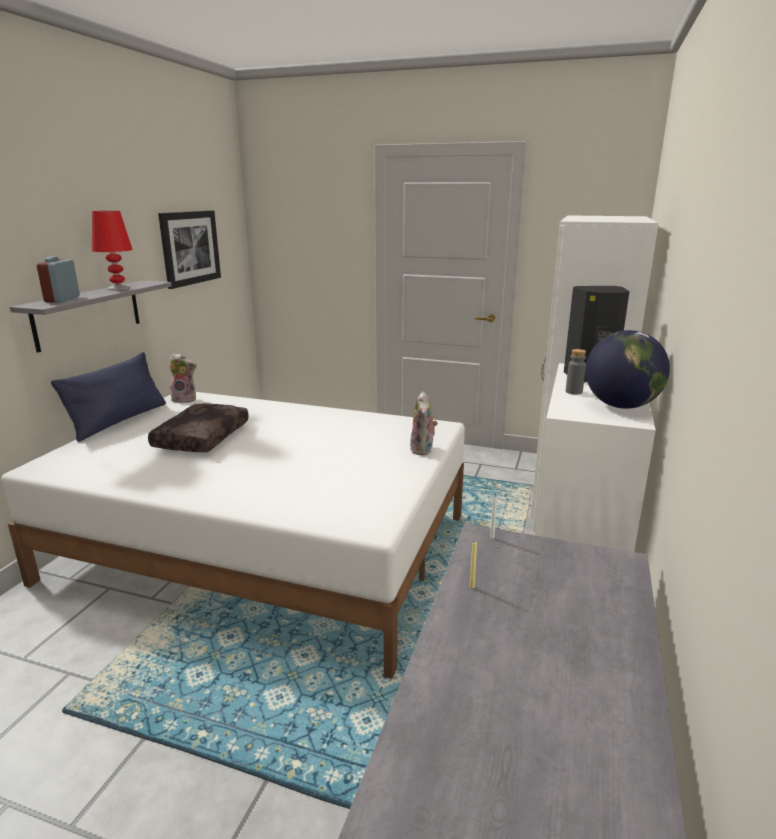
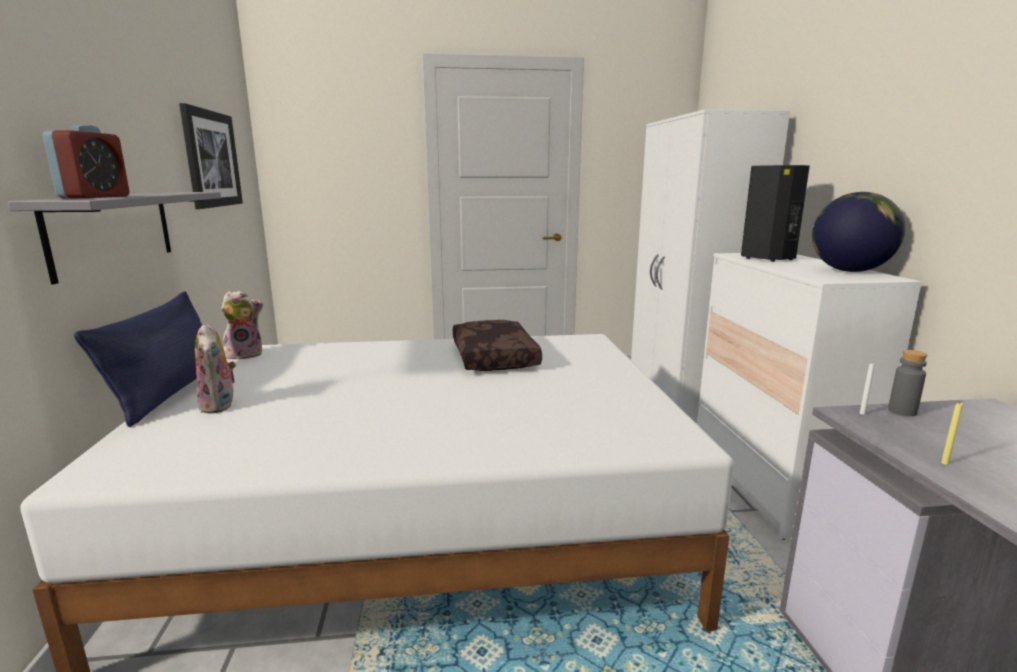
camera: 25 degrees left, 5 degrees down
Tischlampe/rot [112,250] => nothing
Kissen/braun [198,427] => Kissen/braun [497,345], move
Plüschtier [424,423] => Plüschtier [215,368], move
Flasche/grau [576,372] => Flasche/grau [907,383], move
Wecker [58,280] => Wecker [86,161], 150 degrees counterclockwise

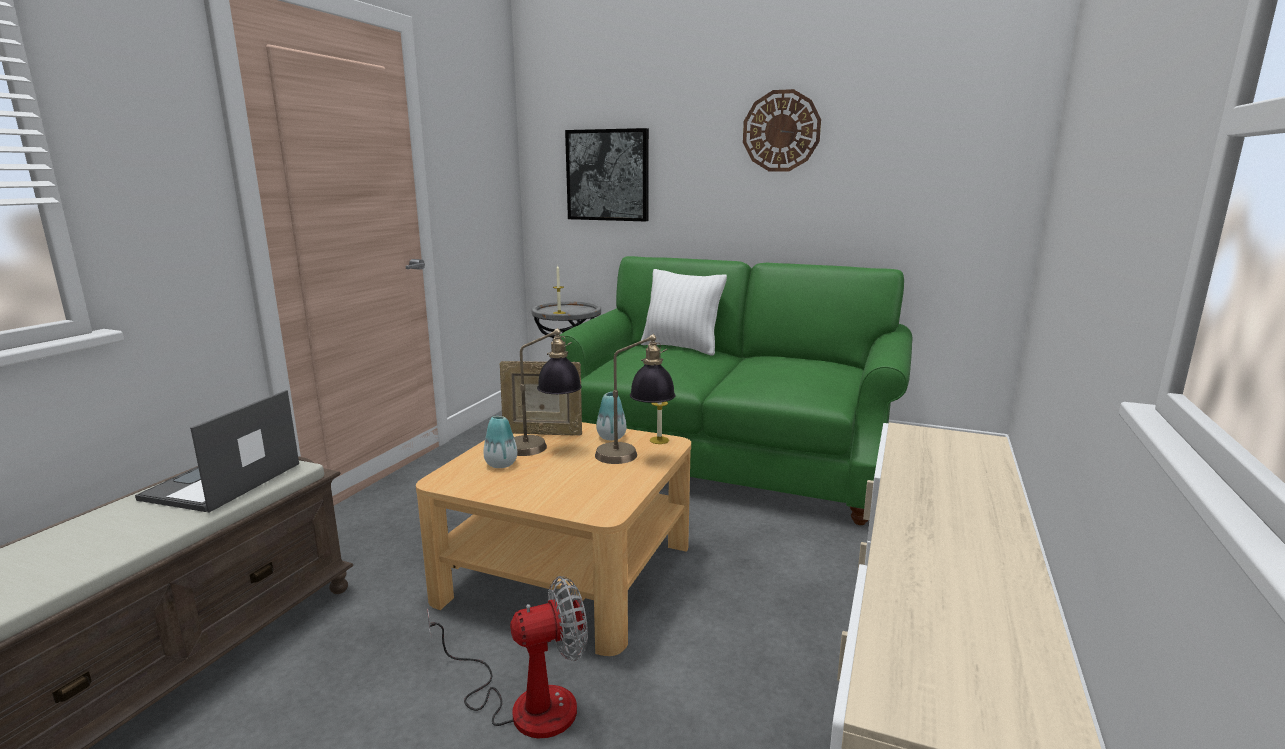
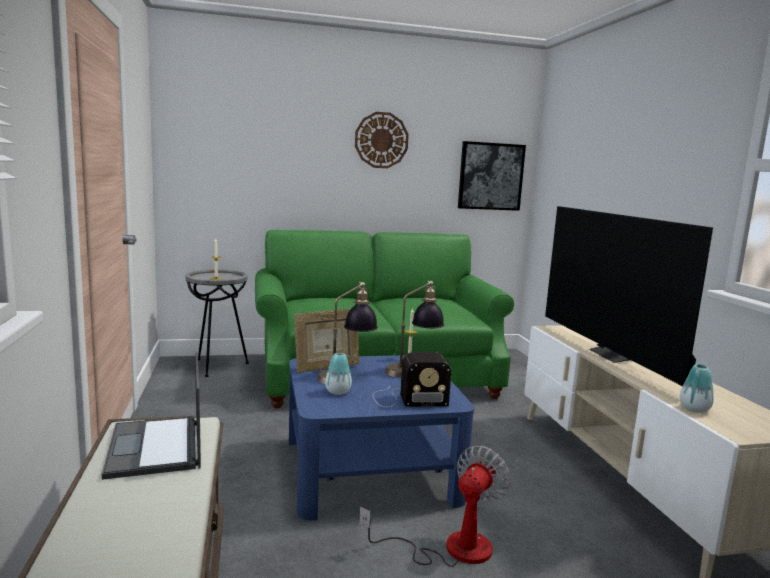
camera: 35 degrees left, 5 degrees down
Kissen/weiß [684,312] => nothing
nothing => Radio [412,379]
nothing => Fernseher [629,296]
Bild [607,174] => Bild [492,176], move
Vase [611,416] => Vase [697,388], move
Couchtisch/beige [553,539] => Couchtisch/blau [381,437]

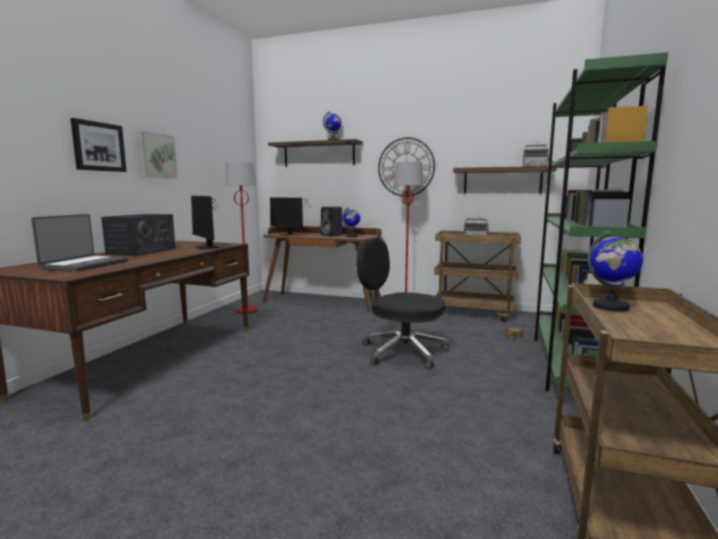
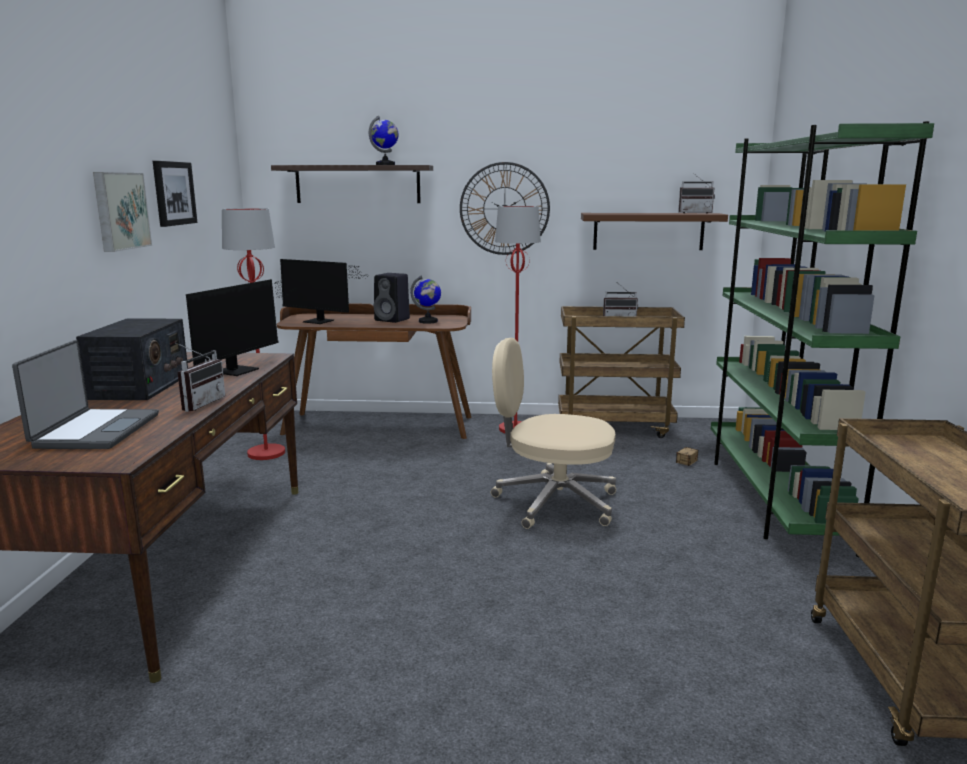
camera: 15 degrees left, 5 degrees up
Globus [615,271] => nothing
nothing => Radio [200,377]
Bild [99,145] => Bild [175,194], move
Bürostuhl/schwarz [402,303] => Bürostuhl/beige [553,433]
Monitor [205,222] => Monitor [240,327], 105 degrees counterclockwise

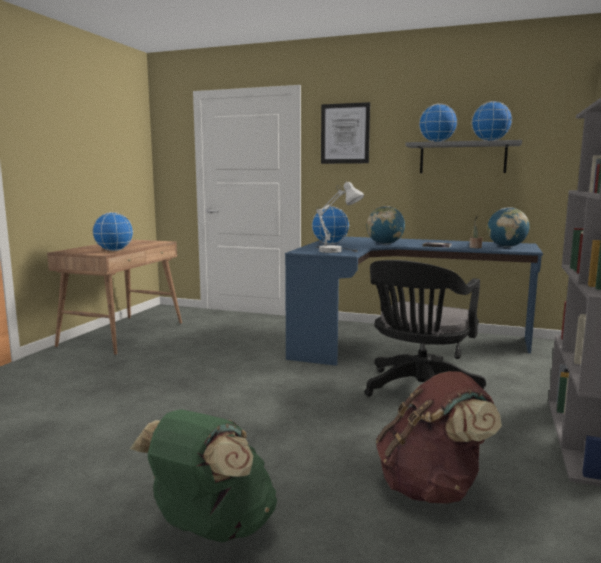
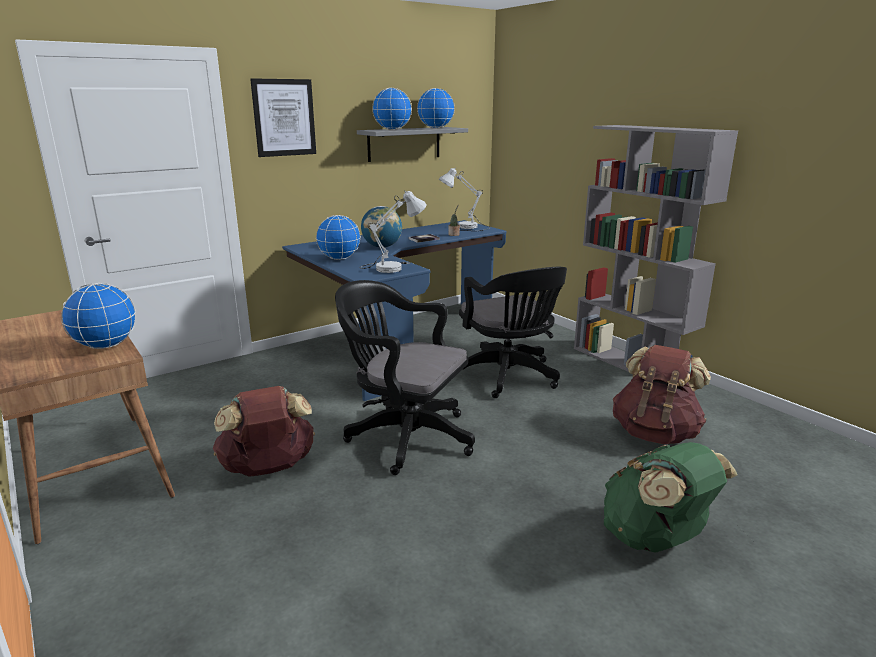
camera: 55 degrees left, 10 degrees up
nothing => Rucksack/braun [264,431]
nothing => Bürostuhl/schwarz [405,377]
Globus [508,227] => Tischlampe/weiß [465,199]

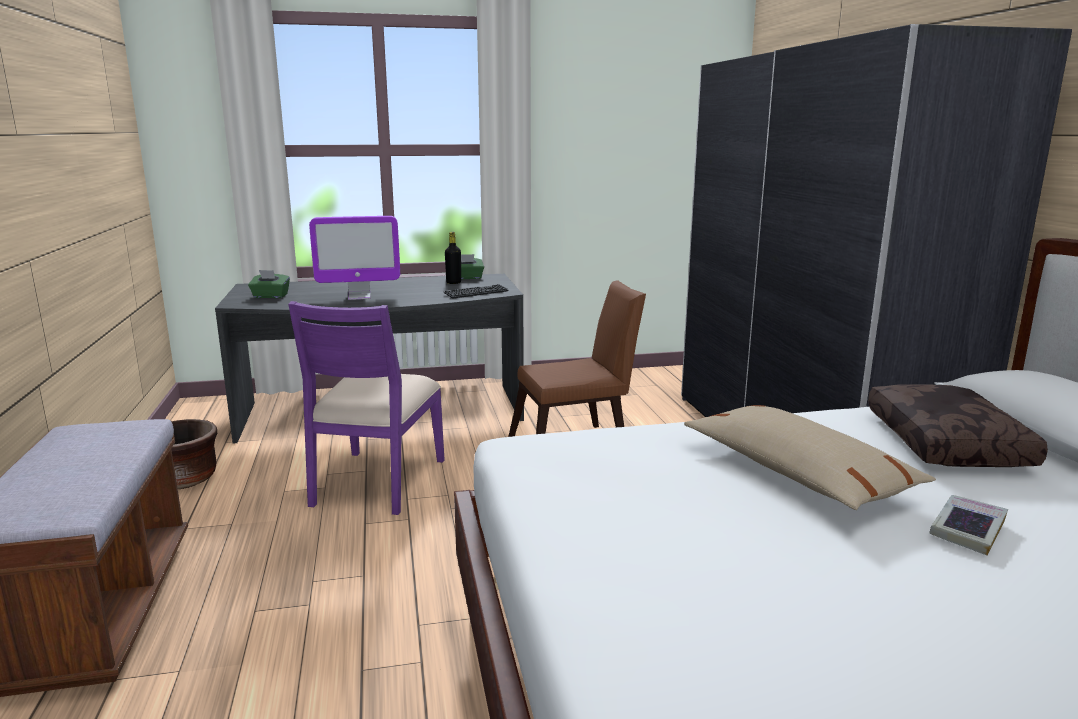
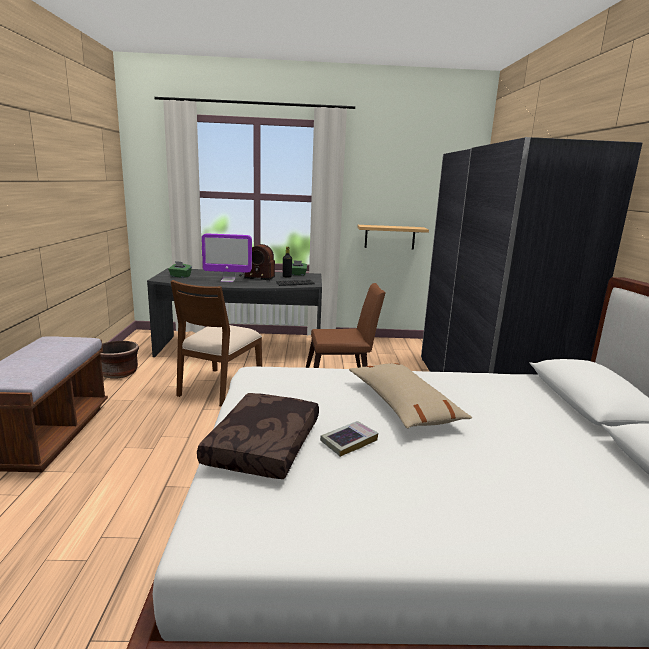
camera: 10 degrees right, 0 degrees up
nothing => Radio [257,262]
nothing => Wandregal [393,237]
Kissen/braun [958,425] => Kissen/braun [258,436], move
Buch [968,525] => Buch [349,439], move
Stuhl/lila [366,408] => Stuhl/braun [216,343]

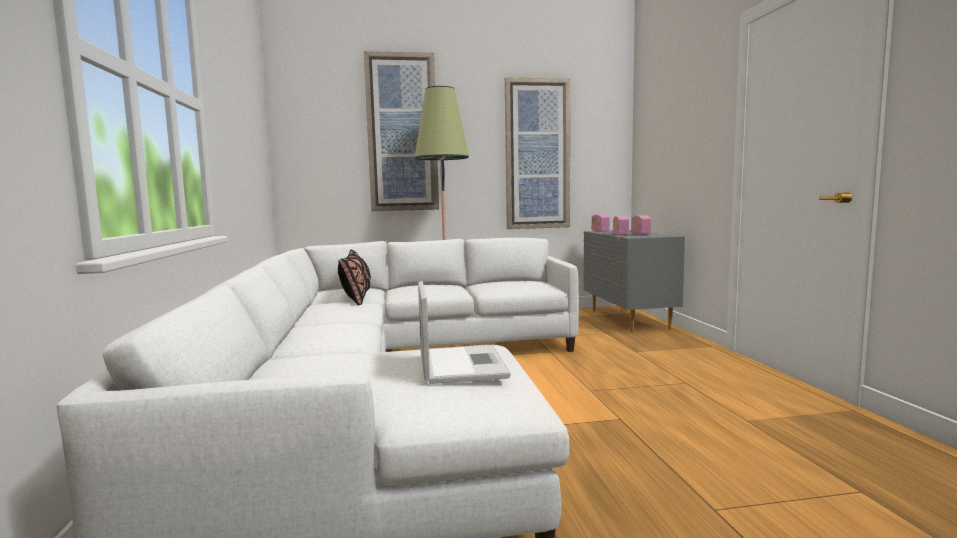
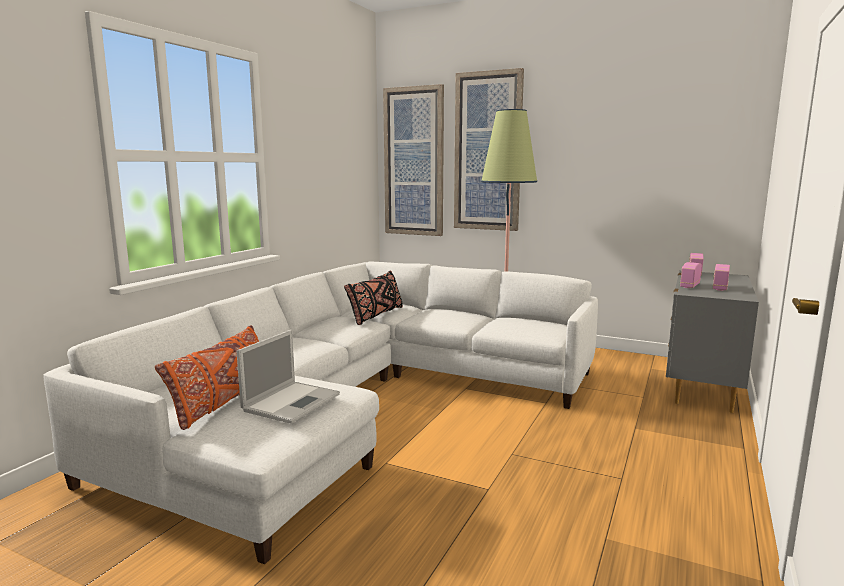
camera: 35 degrees right, 5 degrees up
nothing => Kissen/orange [207,377]
Bild [537,153] => Bild [413,160], move

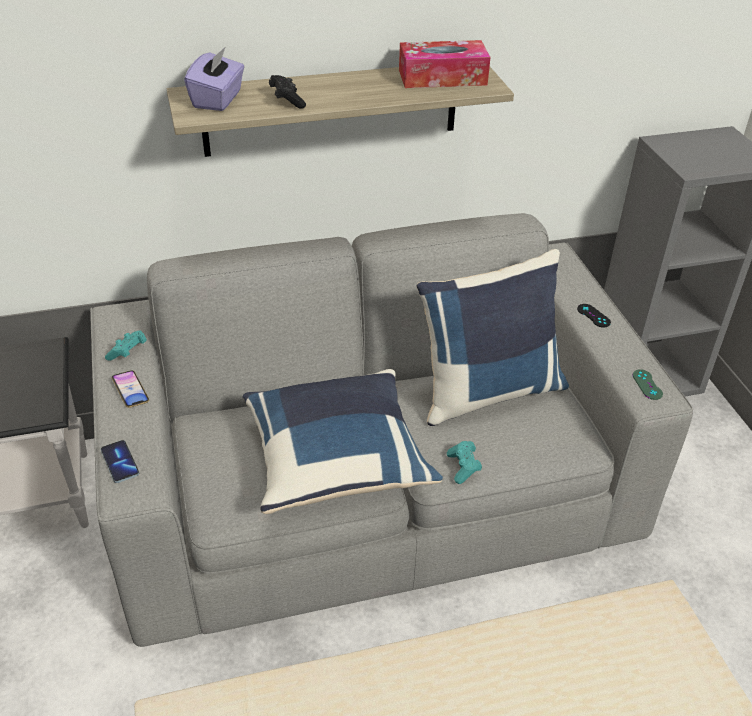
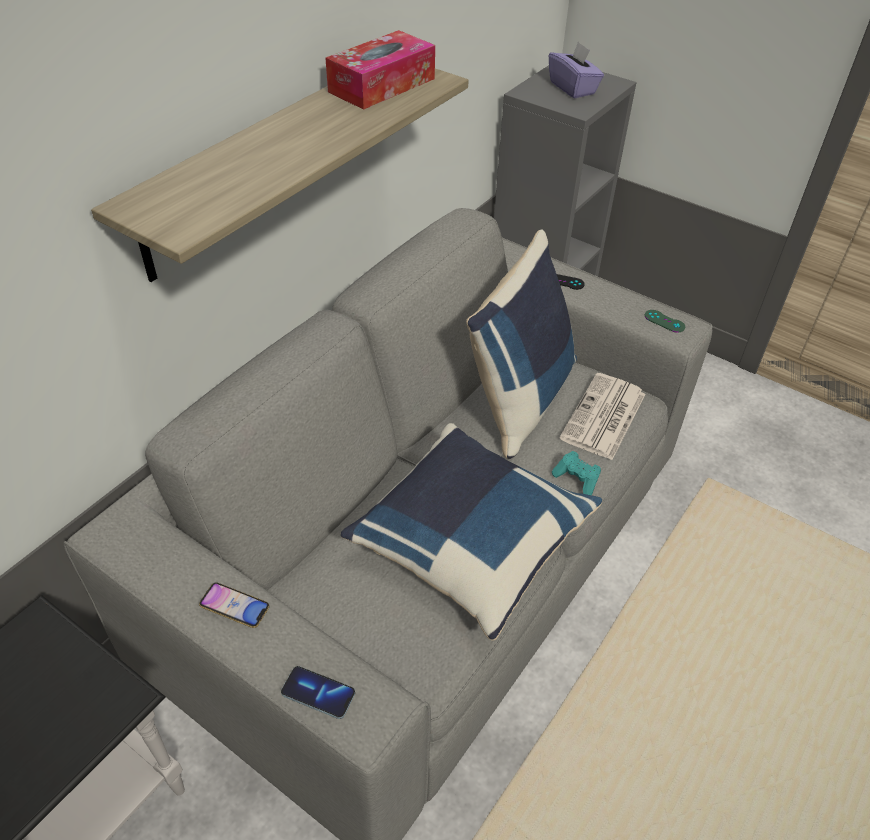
camera: 40 degrees left, 5 degrees up
Gamepad/türkis [126,346] => nothing
Gamepad/schwarz [287,92] => nothing
nothing => Zeitung [602,416]
Taschentuchbox/lila [214,78] => Taschentuchbox/lila [576,69], move

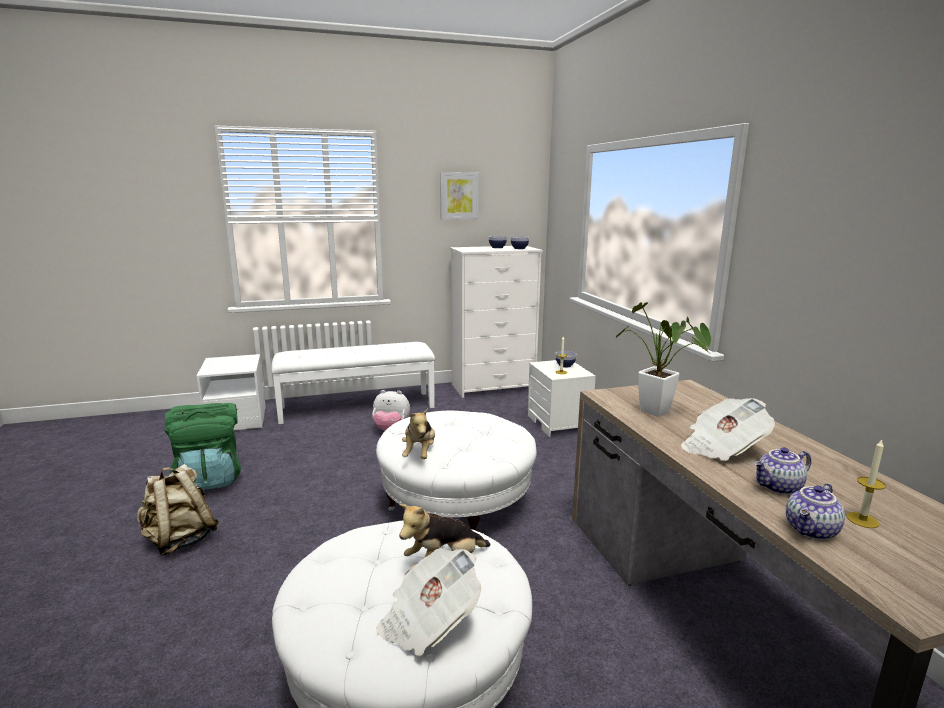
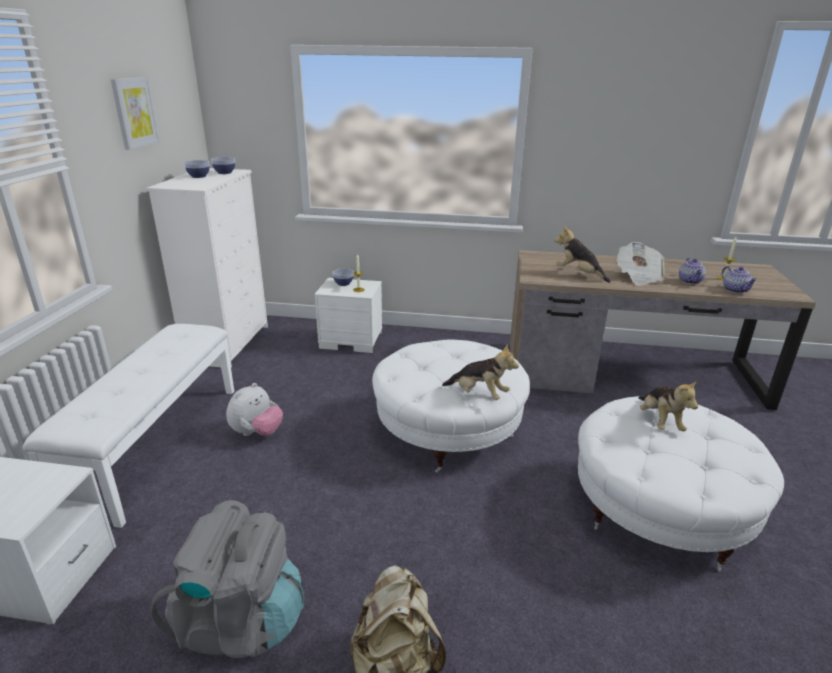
camera: 65 degrees left, 10 degrees up
Zeitung [428,602] => nothing
Topfpflanze [663,359] => Plüschtier [582,253]
Rucksack/grün [202,446] => Rucksack/grau [227,579]

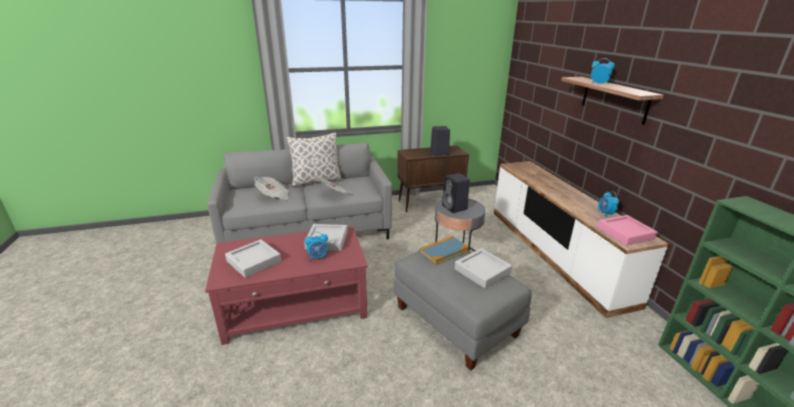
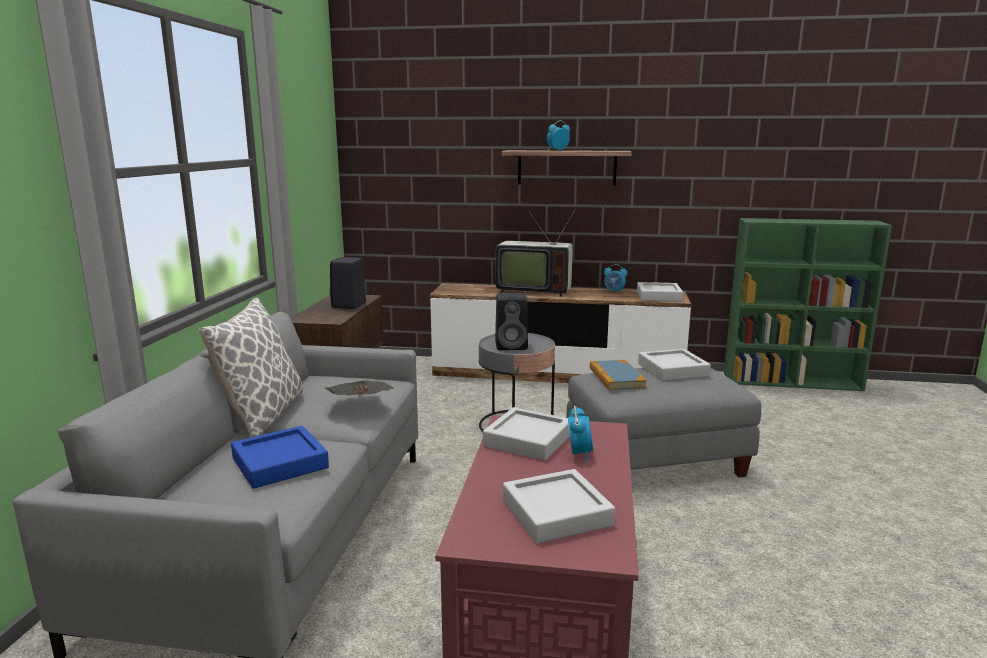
camera: 65 degrees left, 10 degrees down
nothing => Fernseher [535,253]
Zeitung [271,188] => Tablett/blau [280,457]
Tablett/rosa [627,230] => Tablett/grau [660,292]

